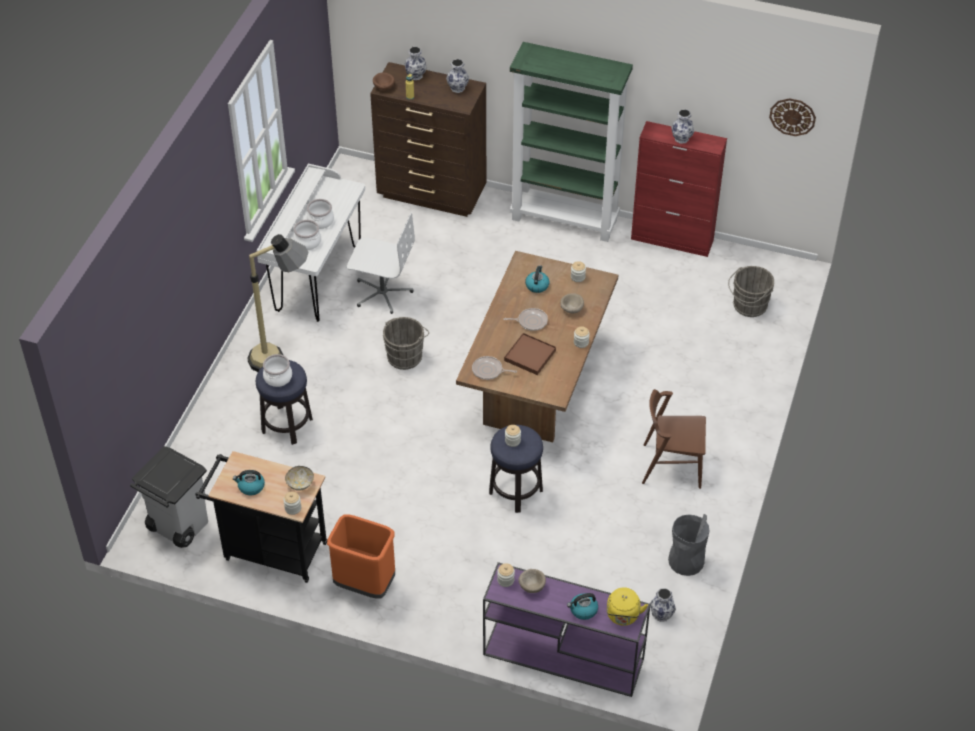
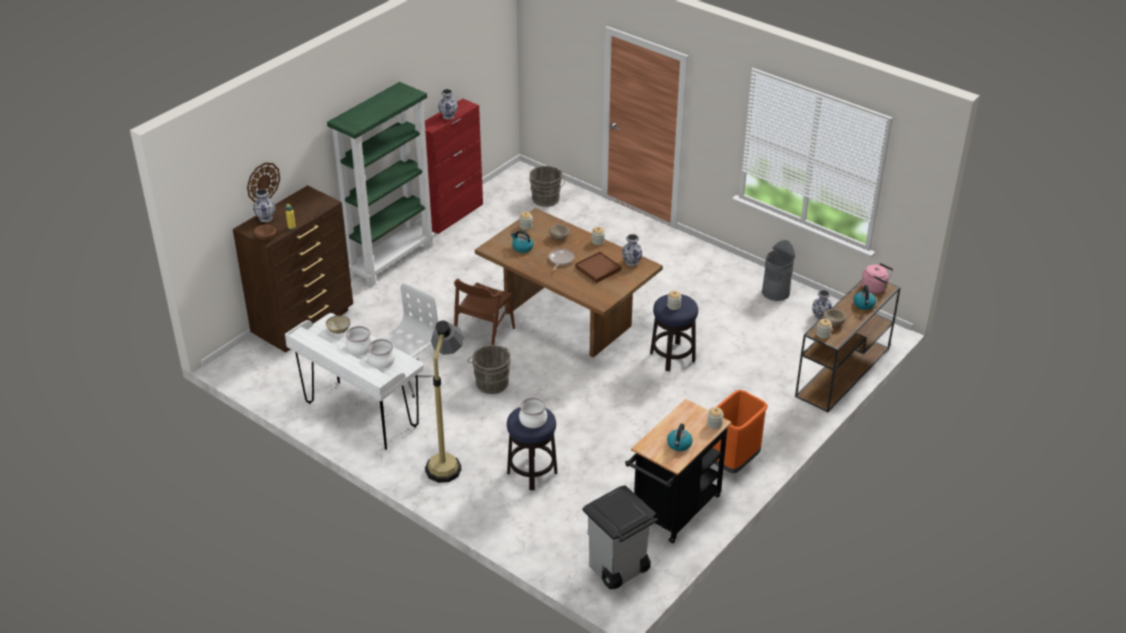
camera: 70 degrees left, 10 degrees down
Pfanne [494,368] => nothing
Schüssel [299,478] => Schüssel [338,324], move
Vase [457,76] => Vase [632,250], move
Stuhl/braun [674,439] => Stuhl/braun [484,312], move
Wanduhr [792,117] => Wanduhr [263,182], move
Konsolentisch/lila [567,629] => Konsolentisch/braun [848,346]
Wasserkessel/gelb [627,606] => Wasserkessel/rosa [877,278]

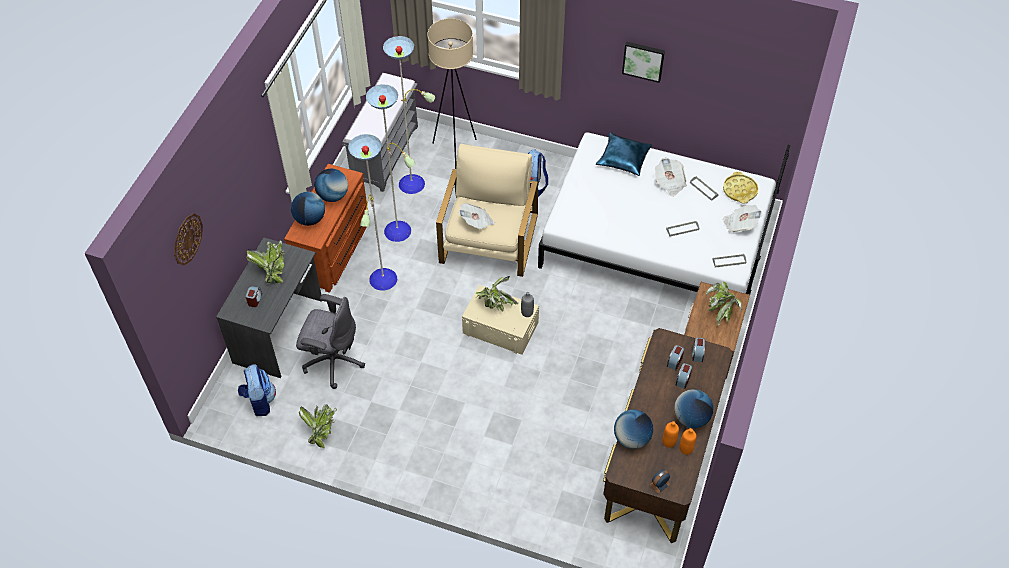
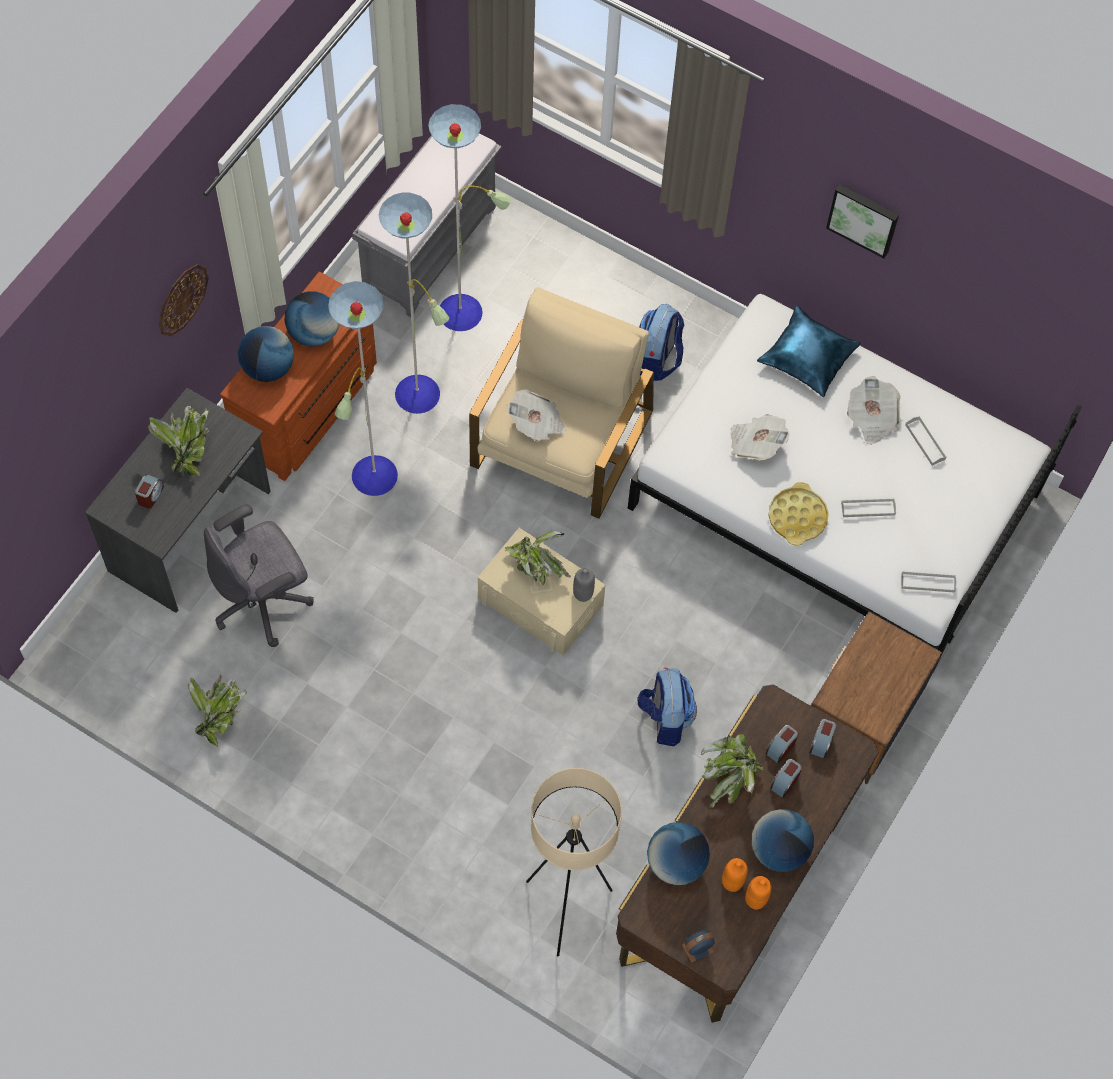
camera: 10 degrees right, 10 degrees up
Wanduhr [188,239] => Wanduhr [184,300], move
Rucksack [257,390] => Rucksack [667,707], move
Stehlampe/beige [452,93] => Stehlampe/beige [574,862], move
Topfpflanze [724,303] => Topfpflanze [732,771], move
Tablett/gelb [740,187] => Tablett/gelb [799,514], move
Zeitung [742,218] => Zeitung [760,437], move
Bürostuhl/grau [330,341] => Bürostuhl/grau [259,575], 120 degrees clockwise

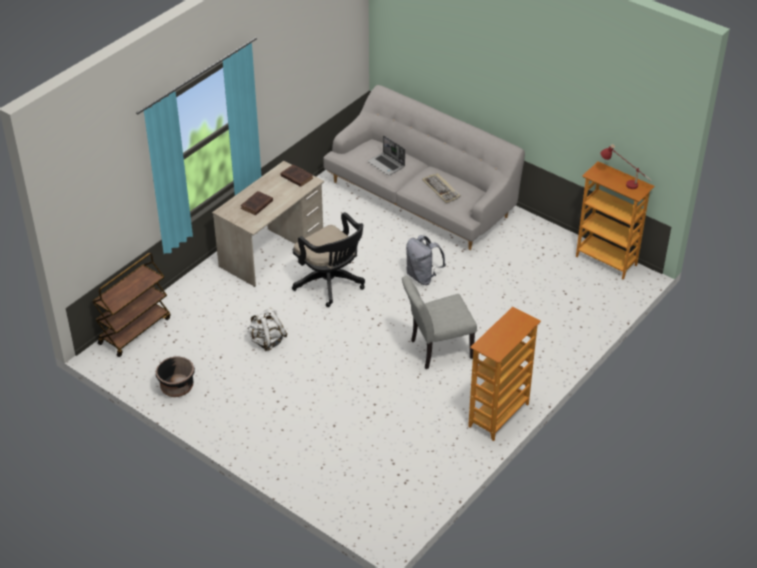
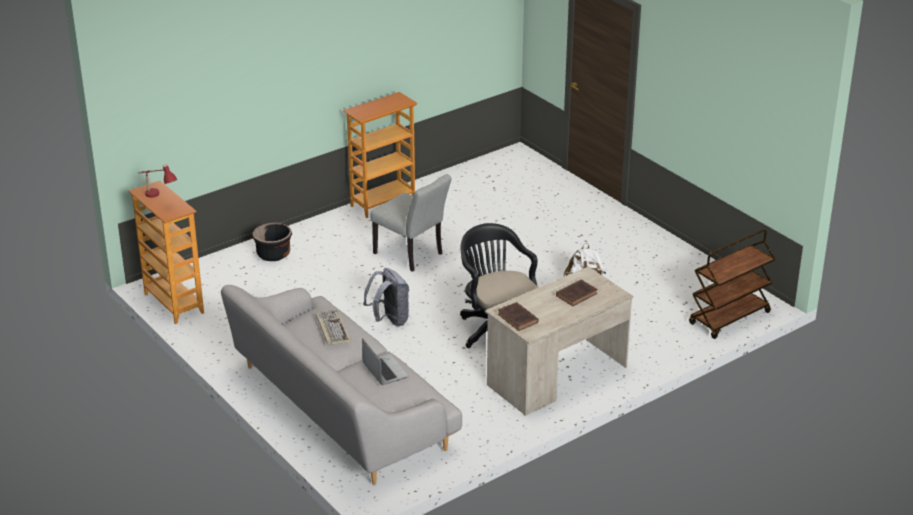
camera: 165 degrees left, 10 degrees down
Pflanzkübel/schwarz [175,376] => Pflanzkübel/schwarz [272,242], move
Stuhl/grau [439,322] => Stuhl/grau [411,223], 45 degrees clockwise

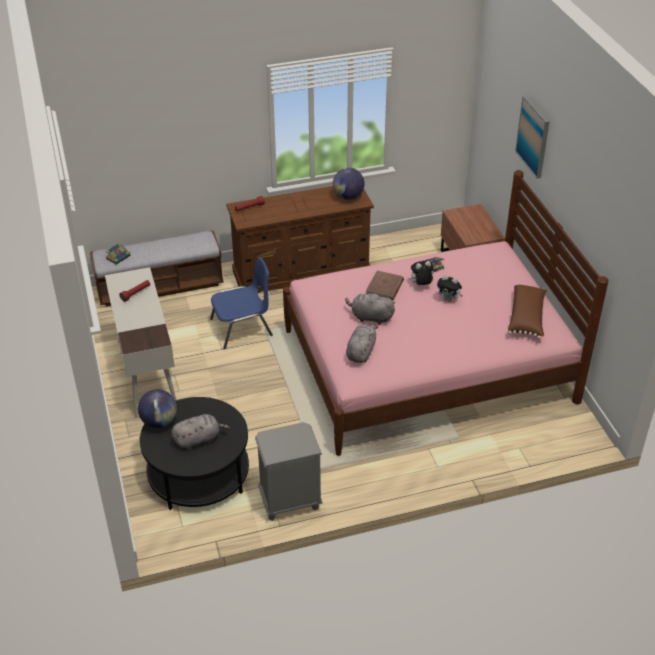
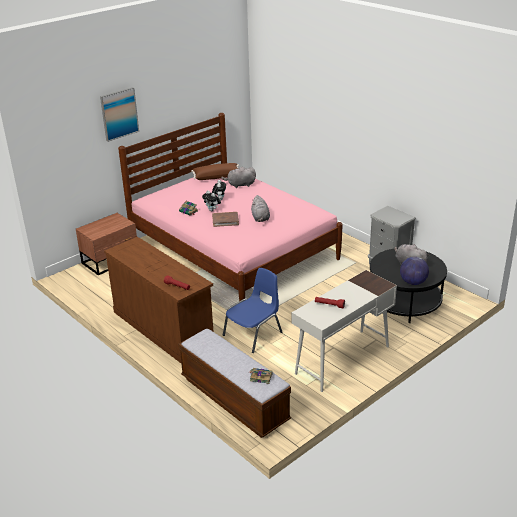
camera: 115 degrees left, 10 degrees down
Globus [348,184] => nothing
Plüschtier/grau [362,343] => Plüschtier/grau [238,177], move
Stuhl/blau [241,303] => Stuhl/blau [252,310], 90 degrees clockwise

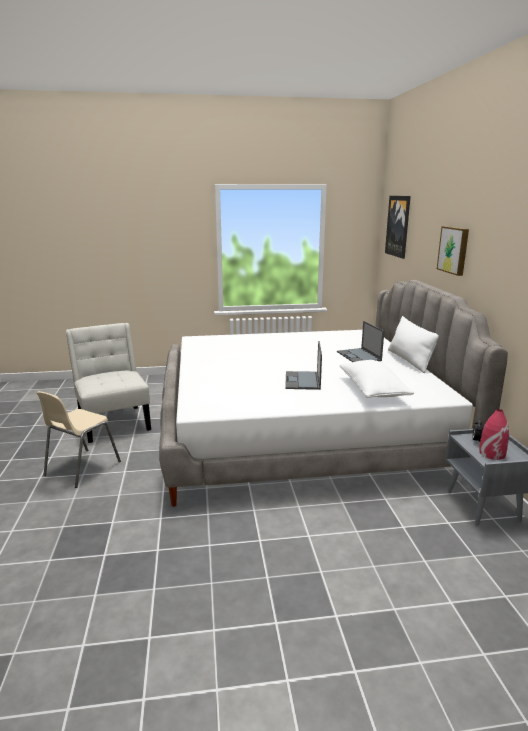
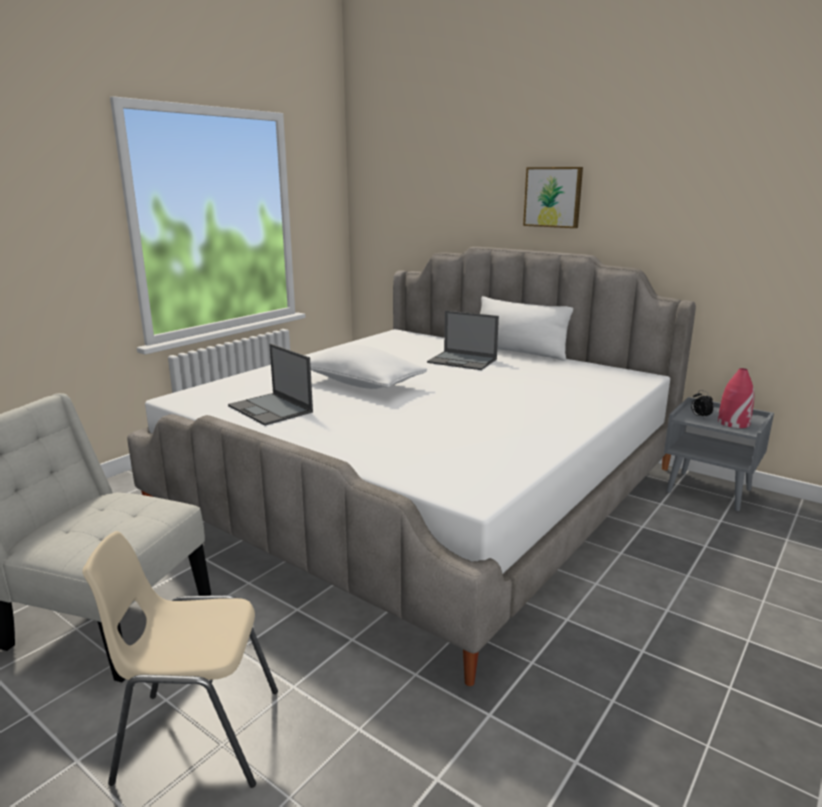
camera: 45 degrees left, 0 degrees up
Bild [398,227] => nothing
Laptop [303,365] => Laptop [270,385], move
Kissen/weiß [377,379] => Kissen/weiß [368,367], move
Stuhl/beige [79,439] => Stuhl/beige [180,659], 105 degrees clockwise

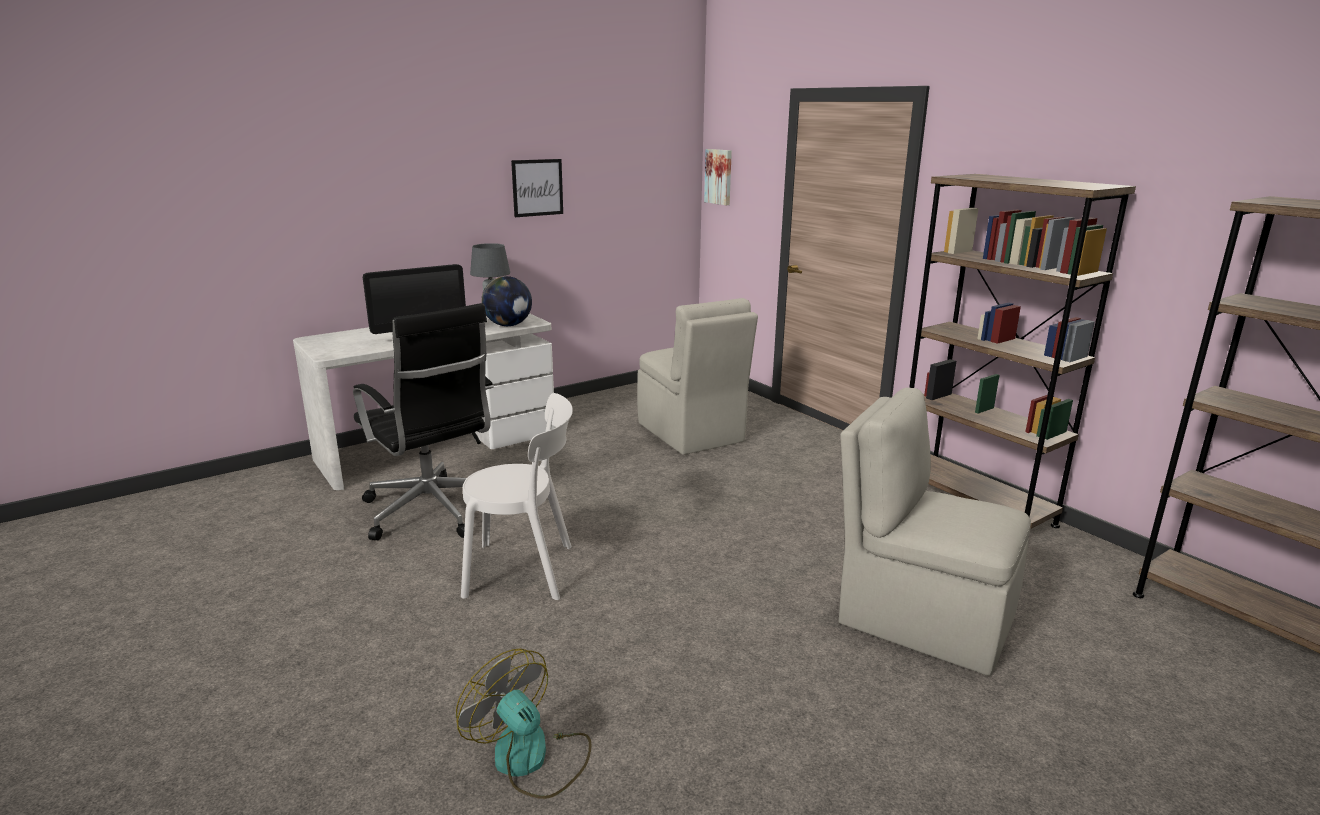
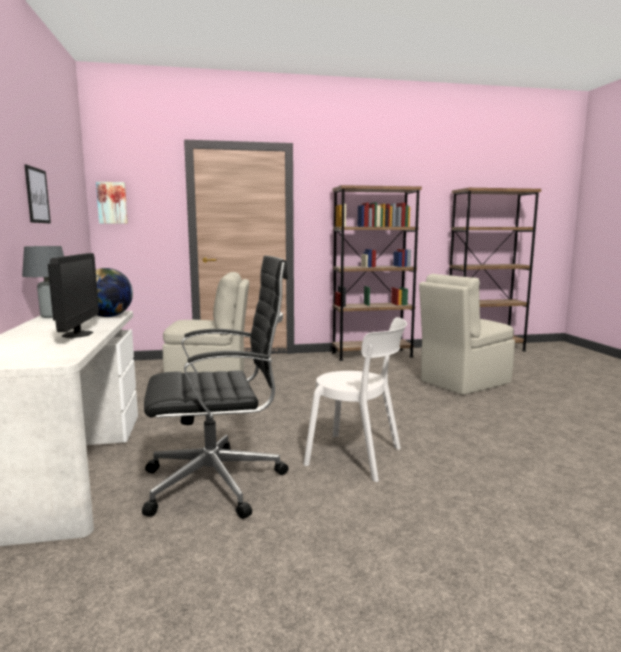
camera: 65 degrees left, 10 degrees down
Ventilator [523,723] => nothing
Stuhl/weiß [517,496] => Stuhl/weiß [355,399], 90 degrees clockwise

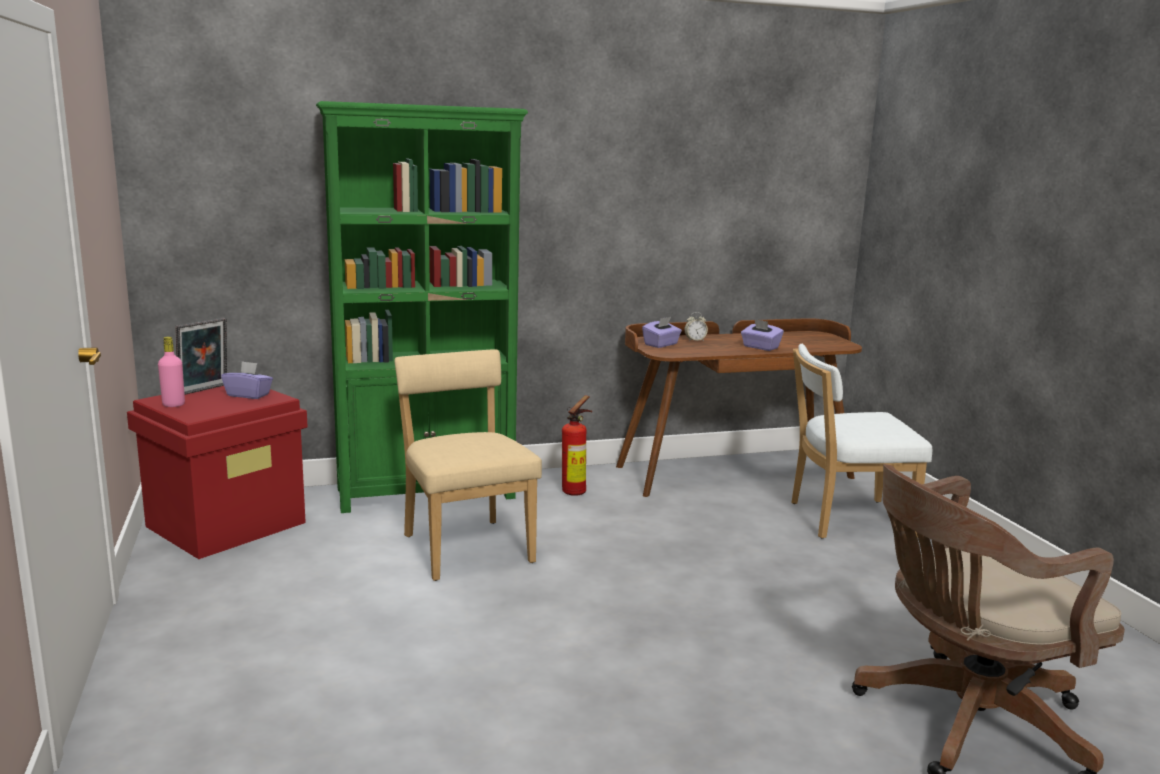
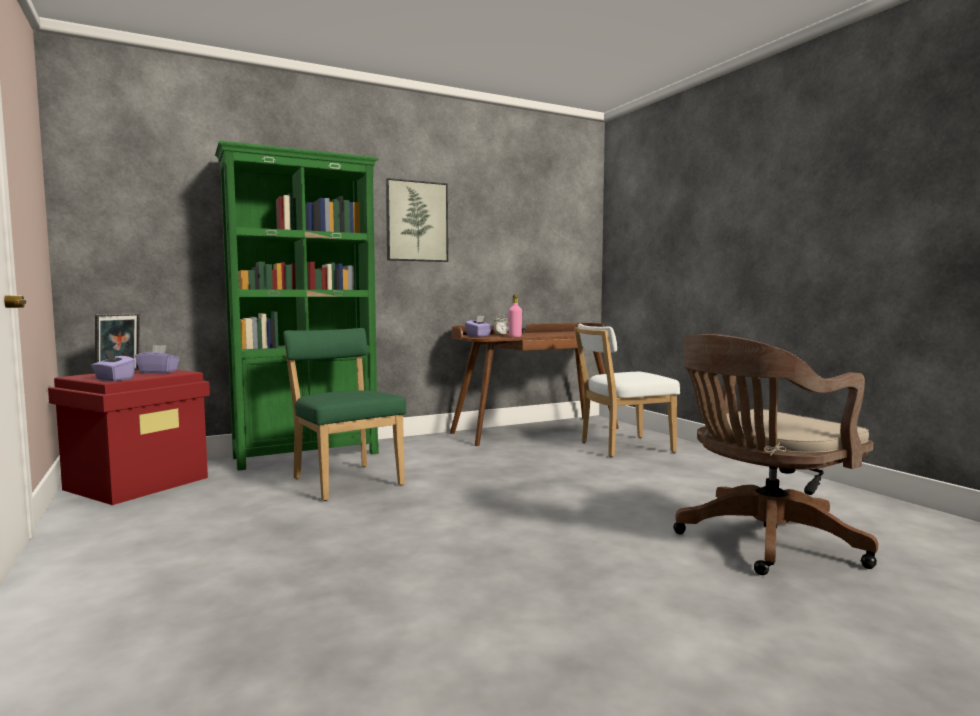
camera: 10 degrees left, 10 degrees down
Feuerlöscher [577,445] => nothing
nothing => Bild [417,220]
Flasche/rosa [171,372] => Flasche/rosa [515,315], move
Taschentuchbox/lila [762,335] => Taschentuchbox/lila [113,365], move
Stuhl/beige [468,465] => Stuhl/grün [344,414]

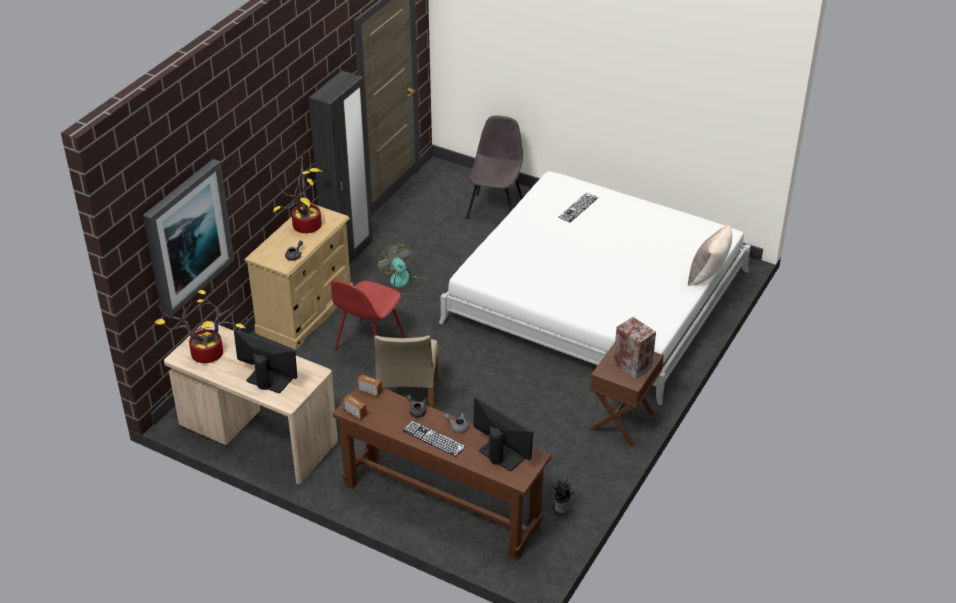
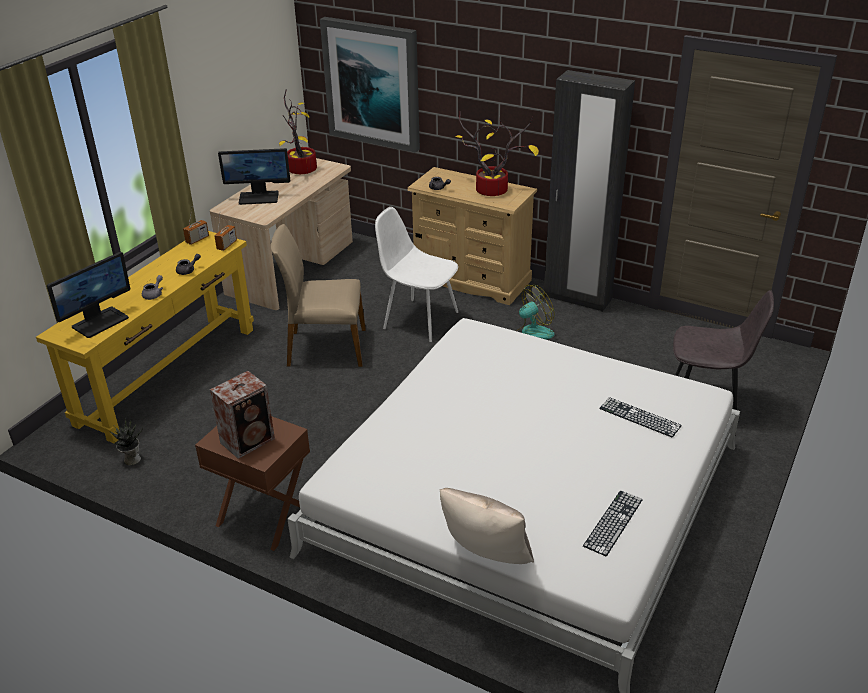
camera: 90 degrees right, 5 degrees down
Tastatur [434,438] => Tastatur [613,524], move
Stuhl/rot [368,315] => Stuhl/weiß [416,274]
Konsolentisch/braun [441,473] => Konsolentisch/gelb [145,337]
Monitor [265,361] => Monitor [254,176], 60 degrees clockwise

